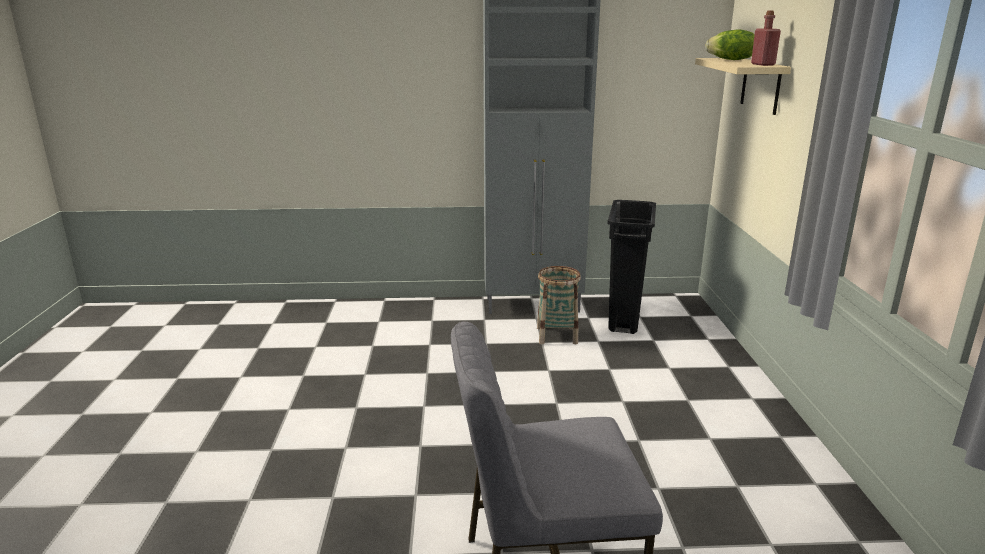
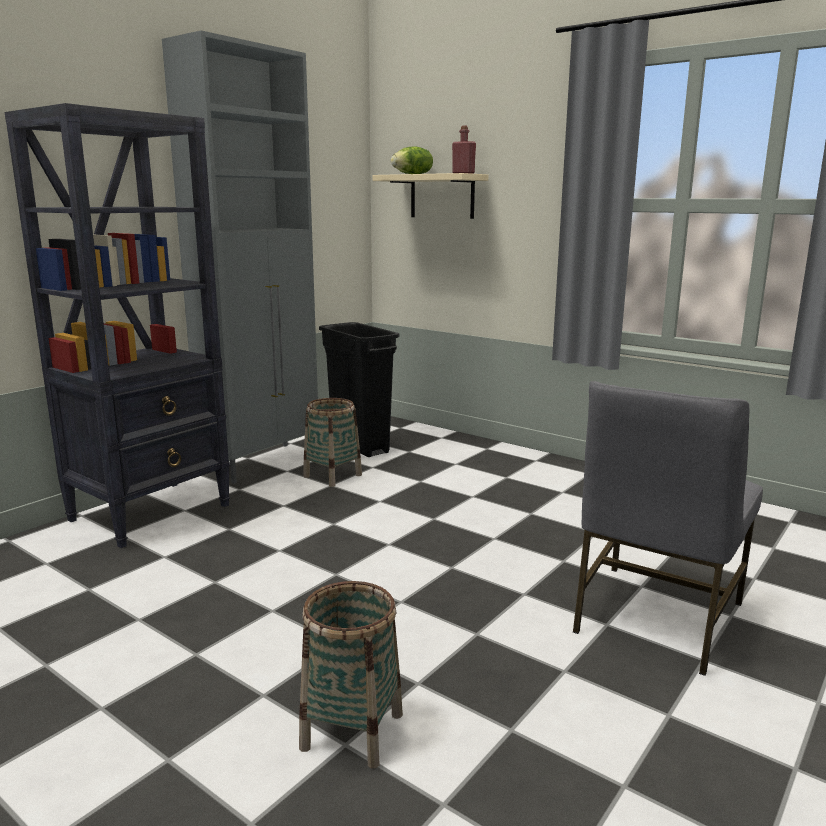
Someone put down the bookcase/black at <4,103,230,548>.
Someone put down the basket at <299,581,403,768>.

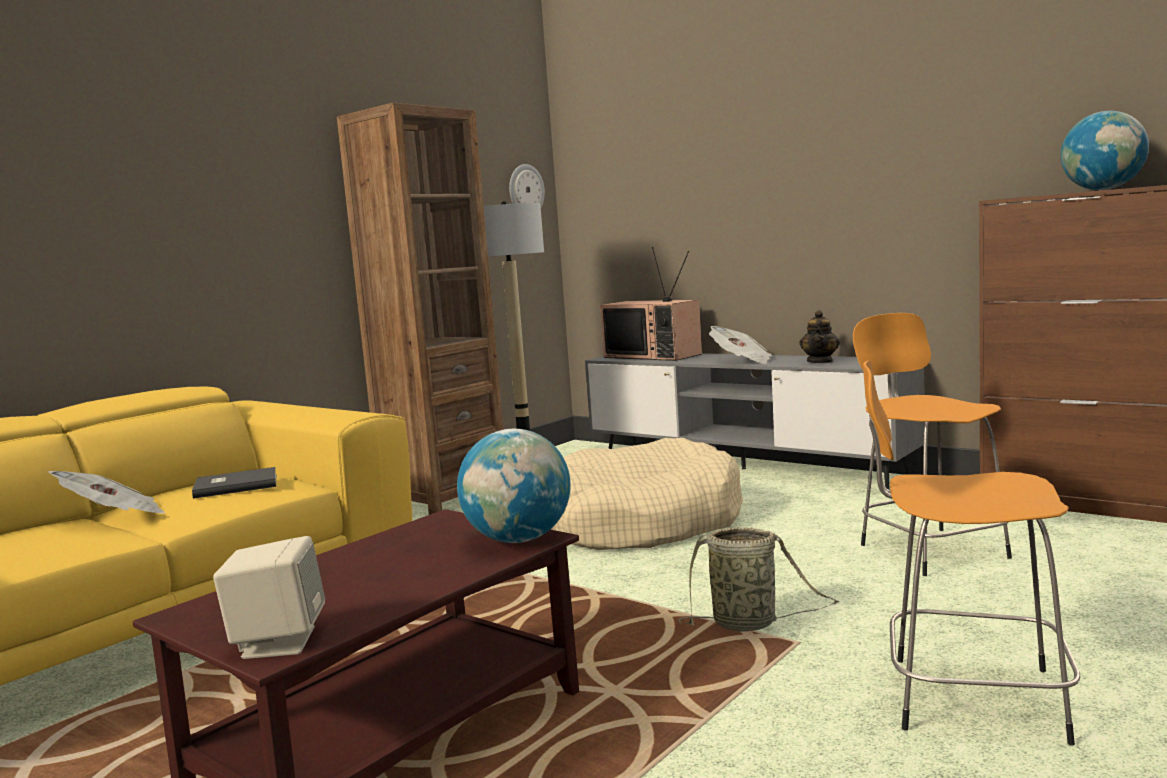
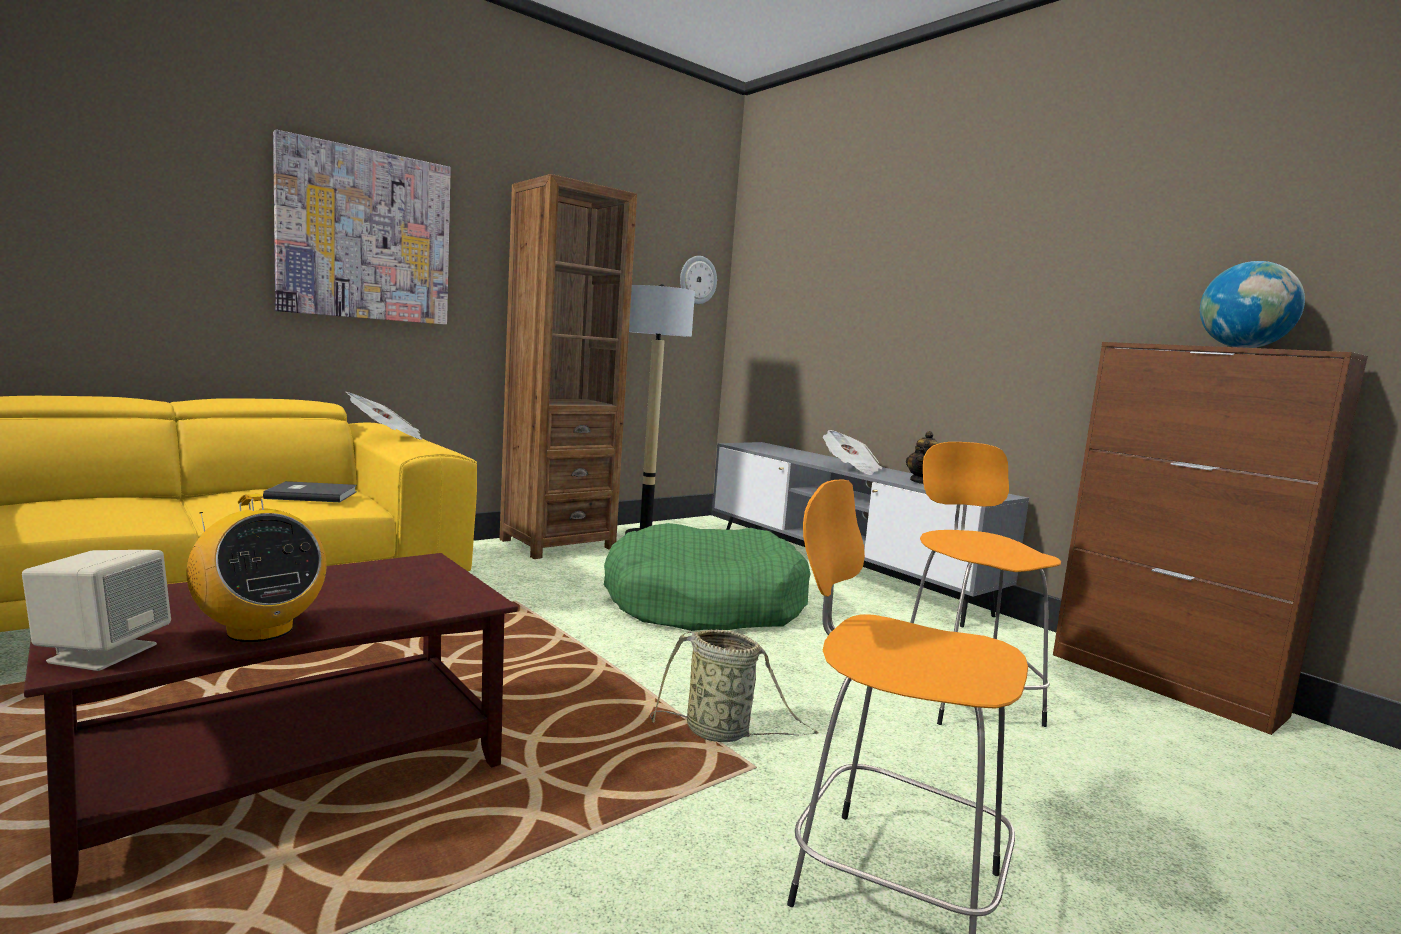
Someone carried the newspaper from <48,471,165,513> to <346,392,423,440>.
Someone took away the globe at <457,429,571,543>.
Someone repainted the dog bed/beige at <550,438,743,550>, which became the dog bed/green at <604,523,810,631>.
Someone took away the television at <600,247,702,361>.
Someone put down the radio at <187,494,327,642>.
Someone put up the picture at <273,129,451,325>.

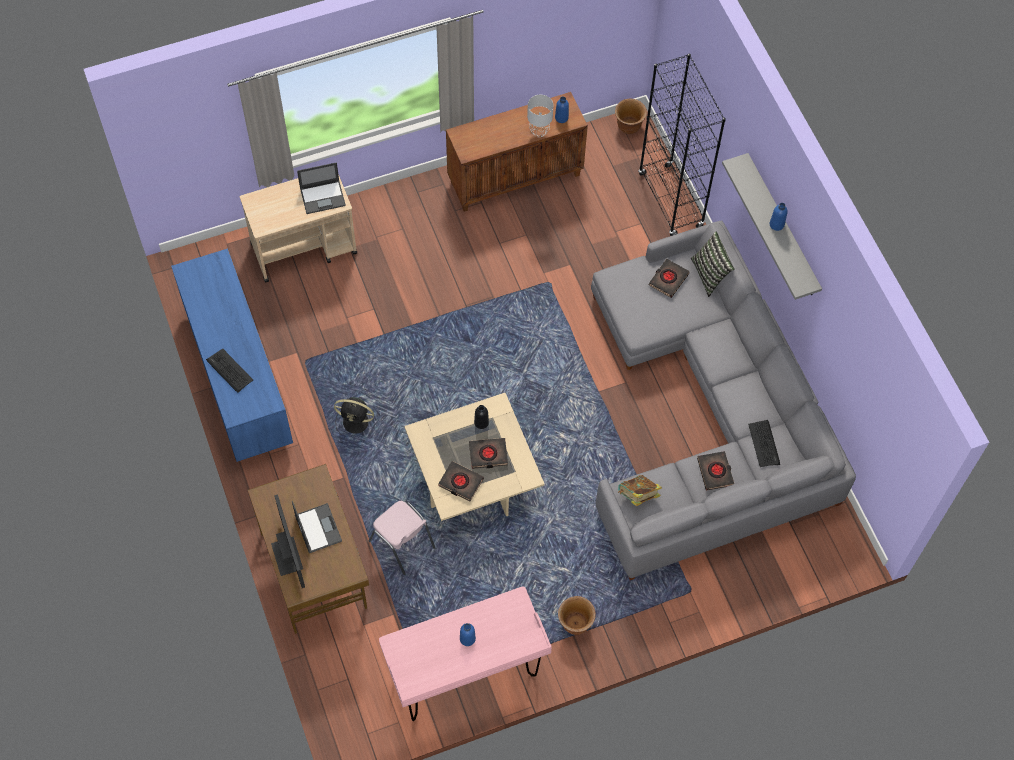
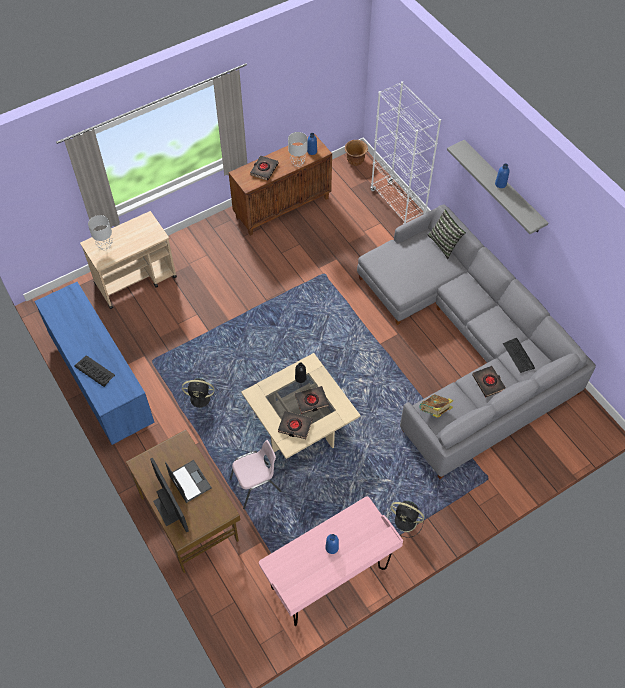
Someone took away the laptop at <297,162,346,214>.
Someone rotated the chair/pink at <369,501,435,575> by 60 degrees counterclockwise.
Someone swapped the planter/brown at <558,596,596,635> for the fan/black at <388,501,424,538>.
Someone repainted the bookcase/black at <638,53,726,236>, which became the bookcase/white at <370,81,441,224>.
Someone carried the book/black from <649,259,689,298> to <250,156,279,181>.
Someone put down the table lamp/grey at <88,215,112,250>.

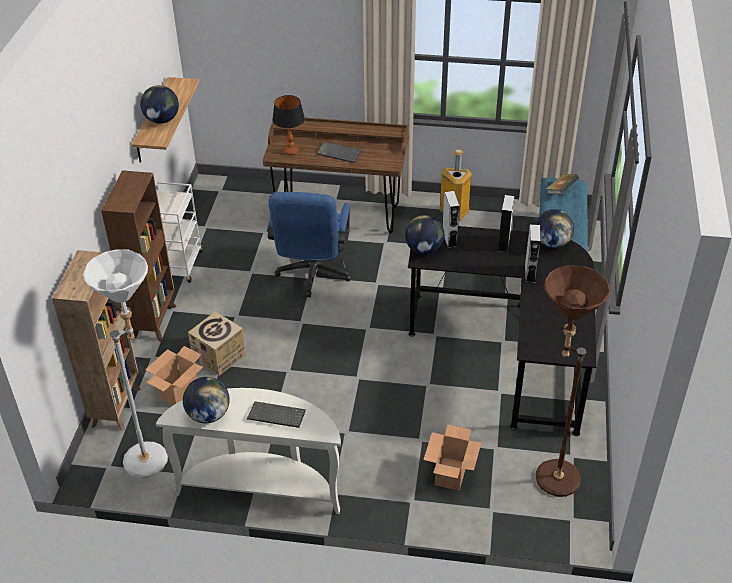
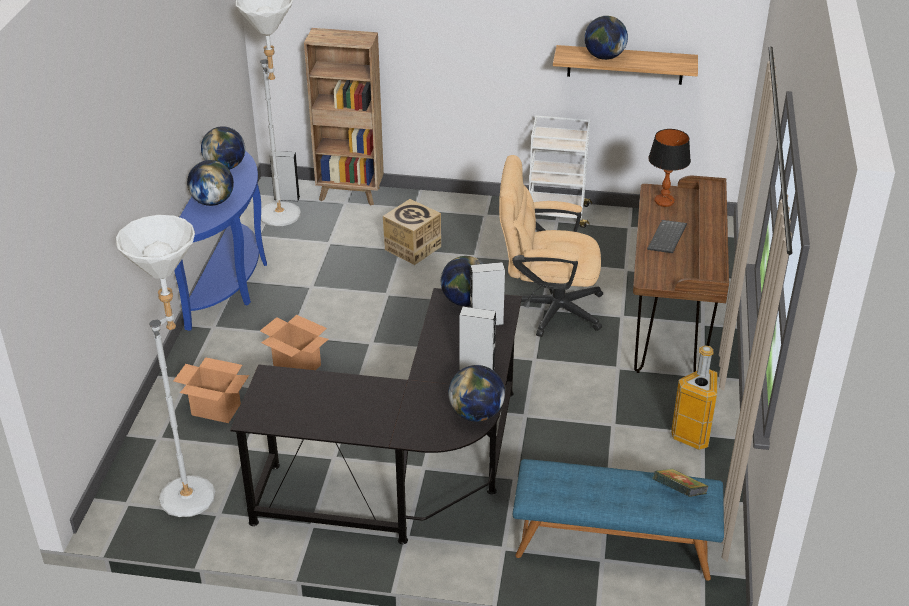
Someone took away the bookcase/brown at <101,170,177,342>.
Someone carried the cardboard box from <145,346,203,405> to <260,315,329,370>.
Someone repainted the console table/white at <156,388,341,514>, which became the console table/blue at <174,151,267,331>.
Someone swapped the keyboard at <247,401,306,428> for the globe at <187,160,234,206>.
Someone repainted the office chair/blue at <268,192,351,297>, which became the office chair/beige at <499,155,603,337>.
Someone carried the speaker/grey from <525,224,541,283> to <270,151,300,201>.
Someone repainted the floor lamp/brown at <535,265,610,497>, which became the floor lamp/white at <116,215,215,517>.

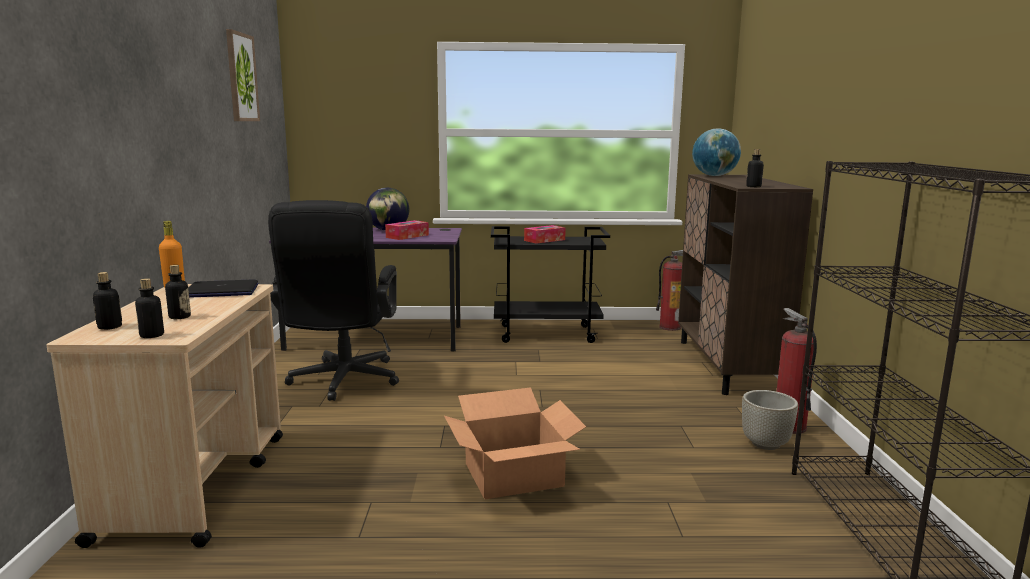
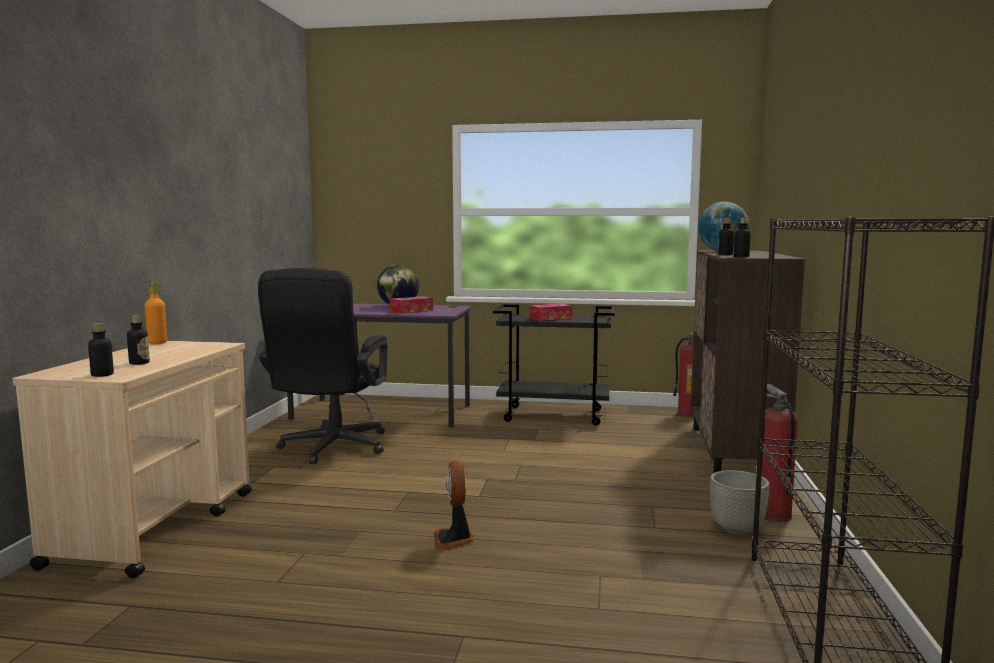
Someone carried the bottle from <93,272,122,330> to <718,218,734,255>.
Someone took away the laptop at <188,280,258,298>.
Someone took away the picture at <226,29,260,121>.
Someone swapped the cardboard box at <444,387,586,499> for the fan at <434,460,474,551>.

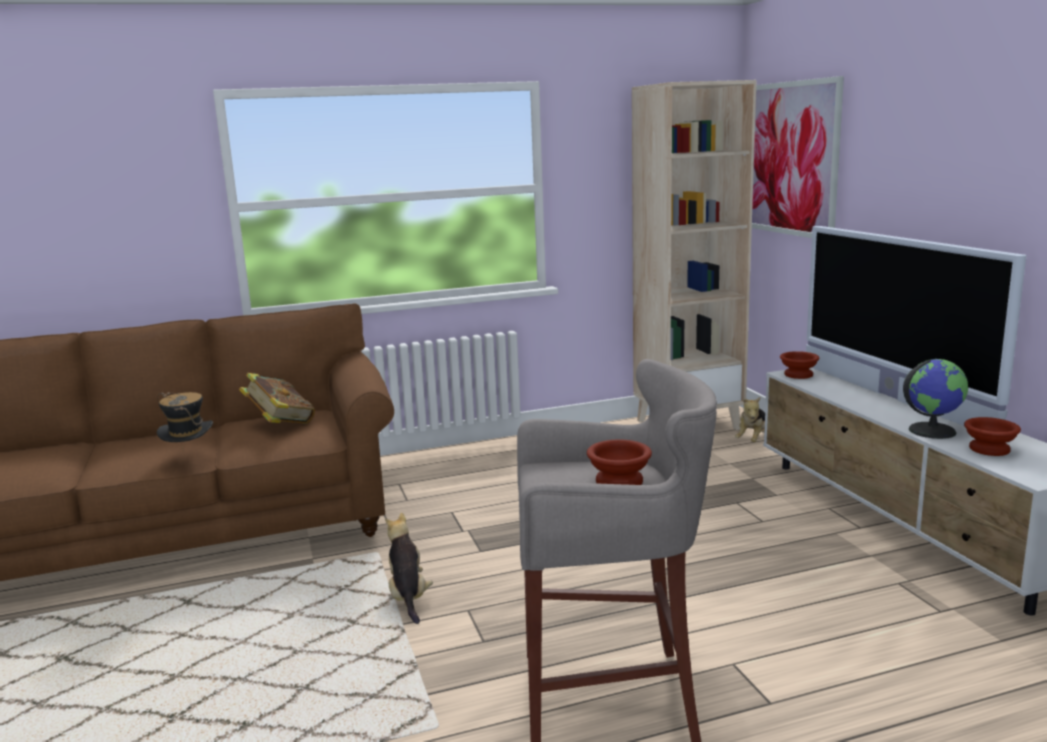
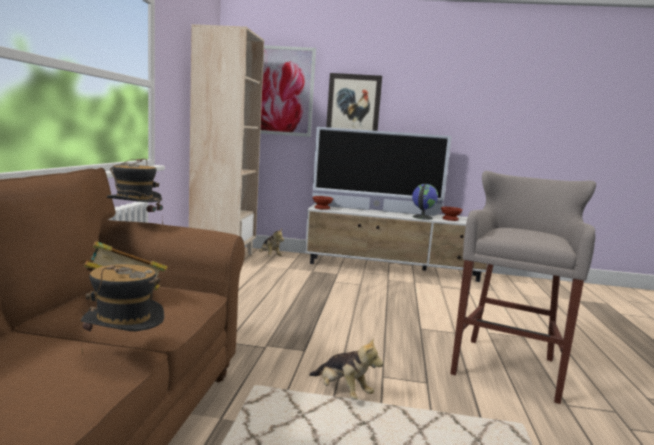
Someone rotated the plush toy at <385,512,433,624> by 150 degrees counterclockwise.
Someone took away the bowl/brown at <587,439,652,485>.
Someone put down the hat at <107,158,163,225>.
Someone put up the picture at <326,73,382,131>.

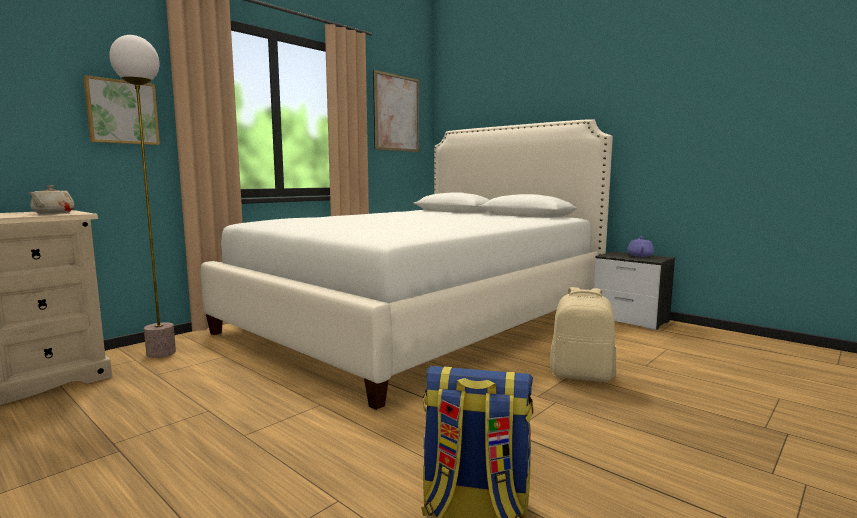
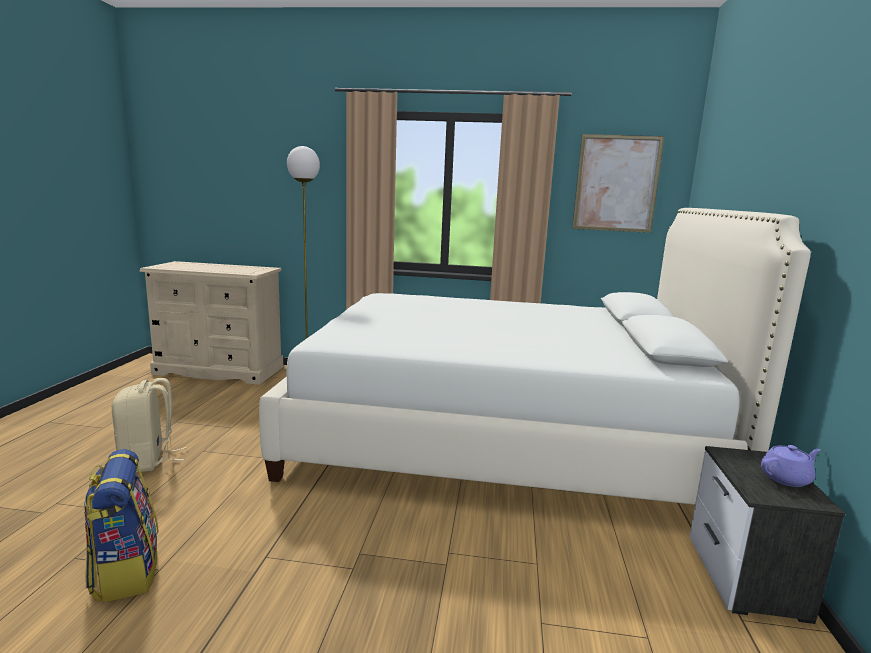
Someone took away the teapot/beige at <29,185,74,214>.
Someone took away the picture at <83,75,160,145>.
Someone carried the backpack/beige from <550,287,616,382> to <112,378,187,472>.

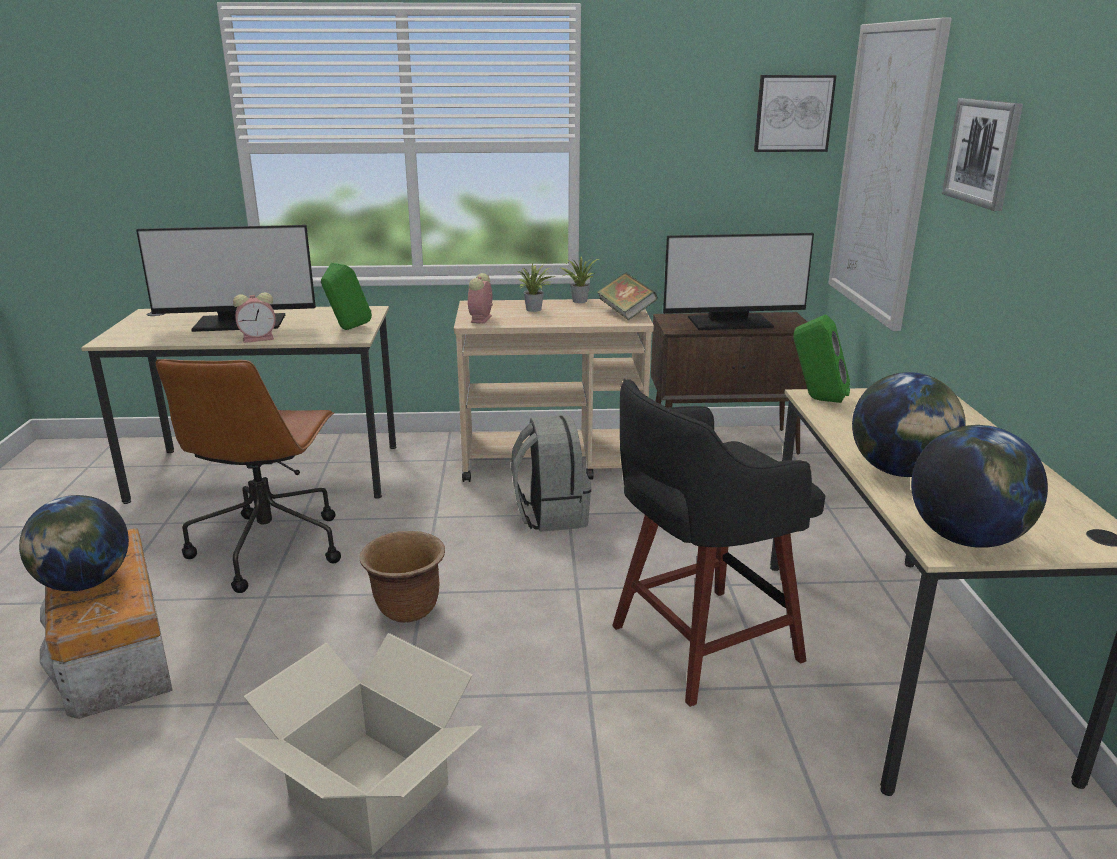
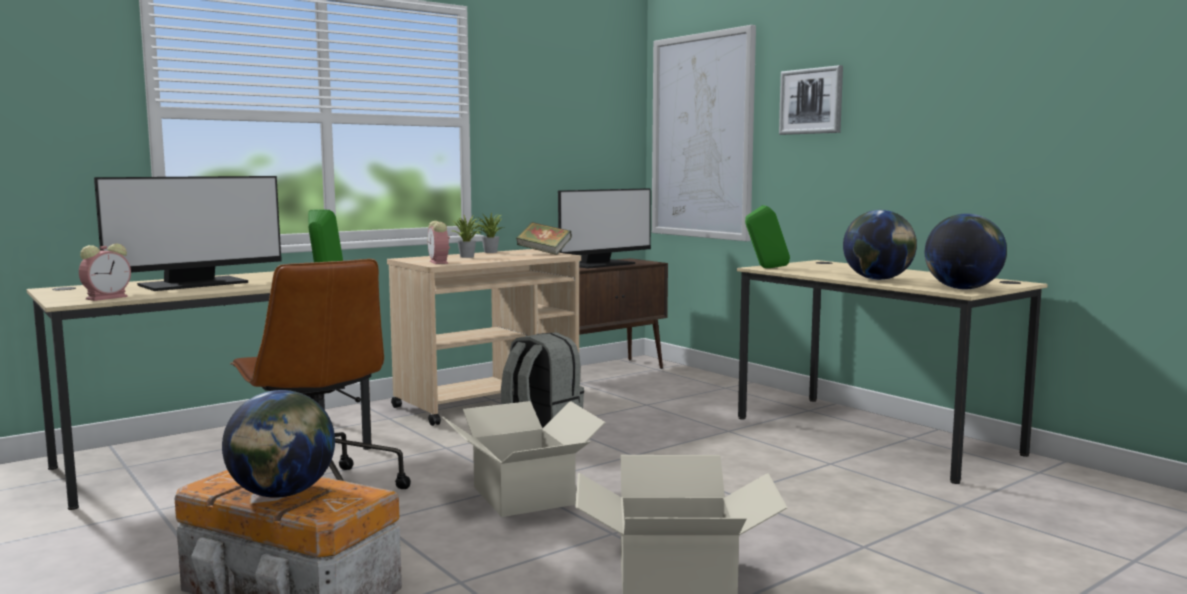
Someone carried the alarm clock from <233,292,276,343> to <79,243,131,301>.
Someone swapped the planter/brown at <360,531,445,623> for the cardboard box at <442,401,606,517>.
Someone took away the stool/black at <612,379,825,707>.
Someone took away the picture at <754,75,837,152>.

